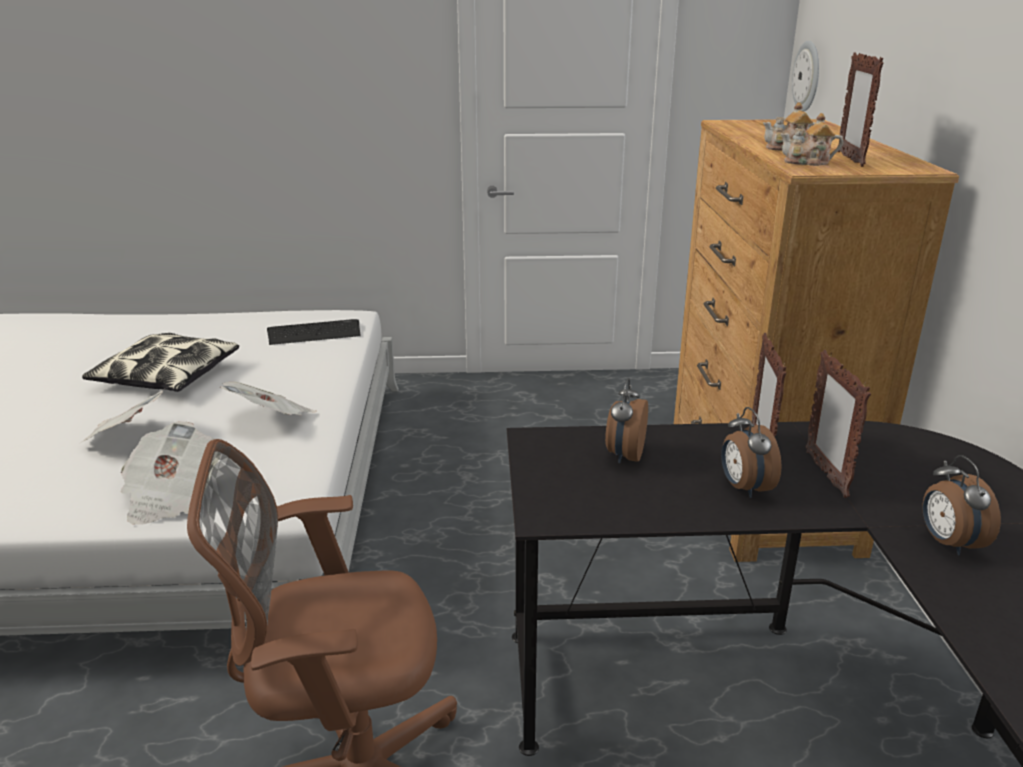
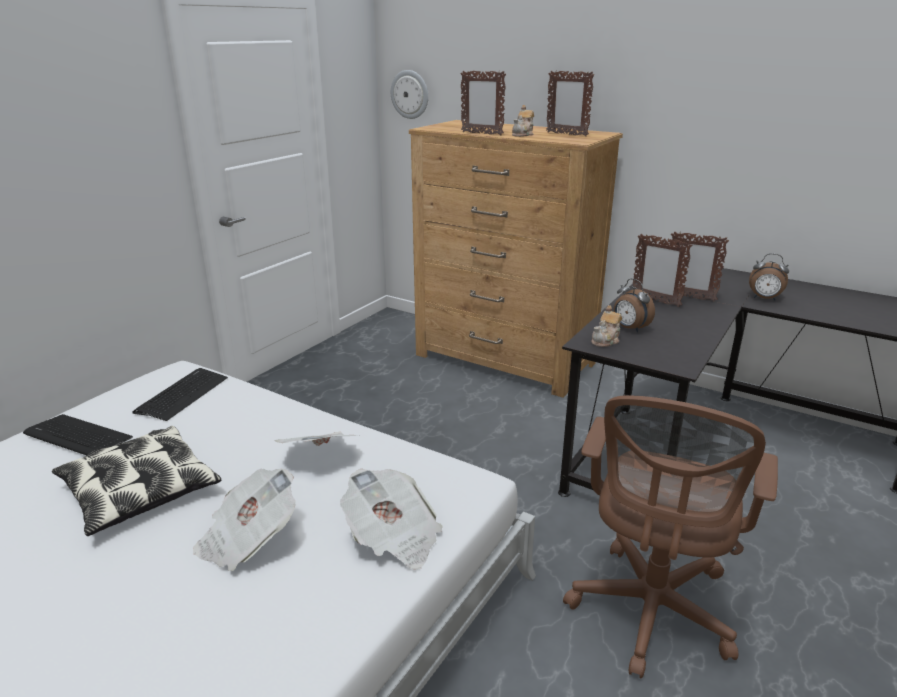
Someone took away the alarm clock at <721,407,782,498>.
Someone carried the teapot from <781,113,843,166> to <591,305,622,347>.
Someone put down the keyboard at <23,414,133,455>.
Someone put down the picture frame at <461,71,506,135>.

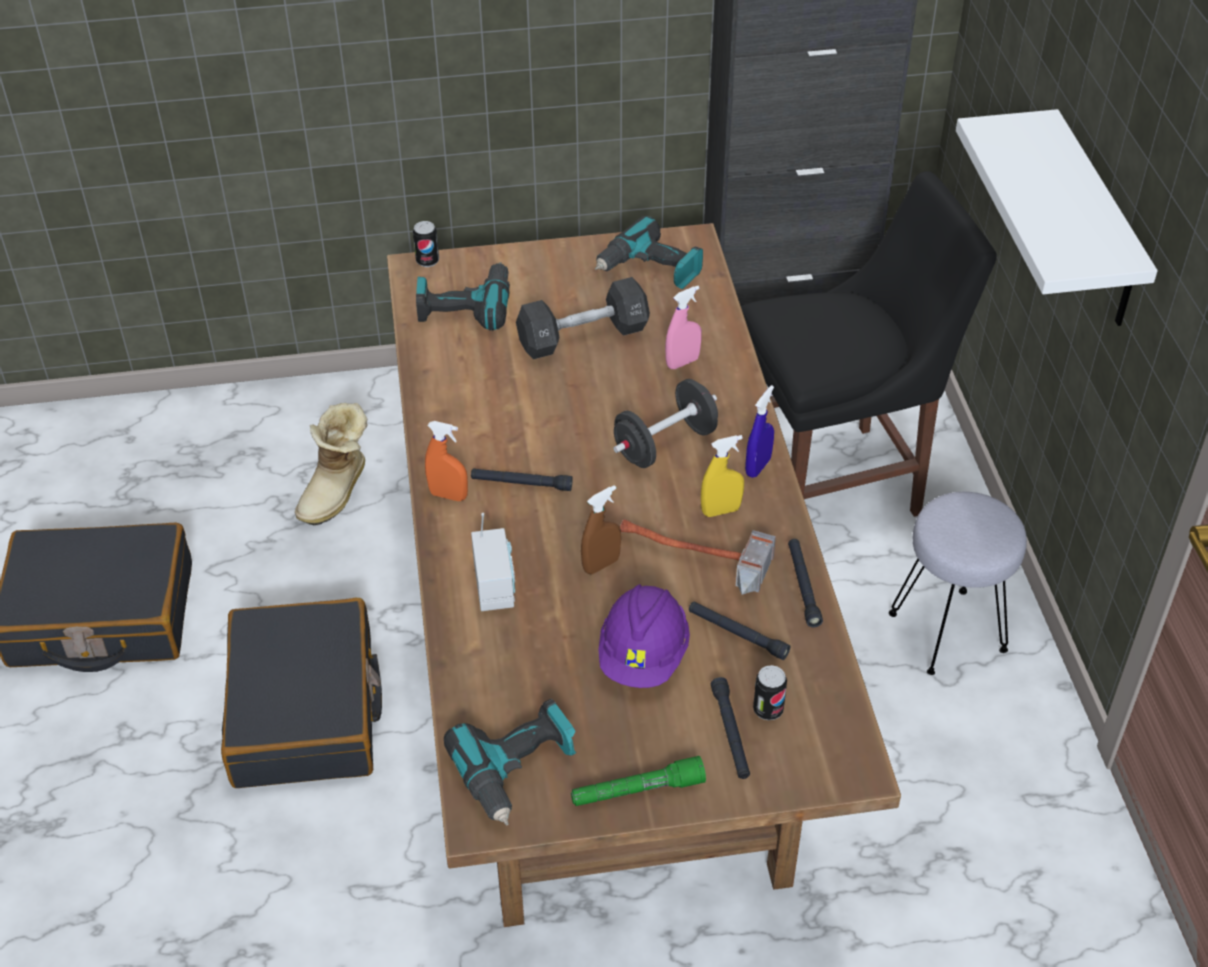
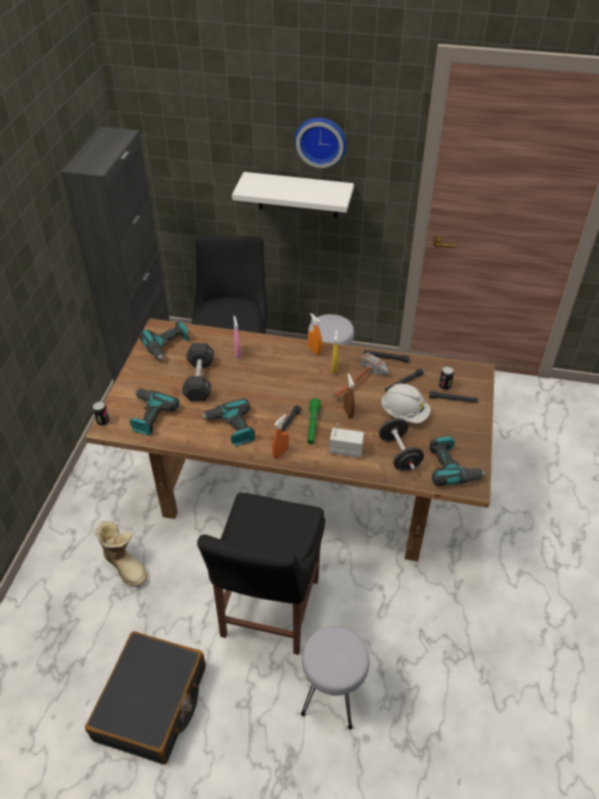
Someone swapped the suitcase/black at <221,598,382,788> for the chair/black at <197,493,325,655>.
Someone carried the flashlight/green from <571,756,706,806> to <307,398,321,444>.
Someone repainted the hard hat/purple at <598,584,690,688>, which became the hard hat/white at <381,383,430,423>.
Someone carried the dumbbell/black from <613,379,718,468> to <379,418,424,471>.
Someone repainted the spray bottle/blue at <745,385,774,478>, which became the spray bottle/orange at <308,313,322,355>.
Someone put down the power drill at <200,398,255,446>.
Someone put up the wall clock at <294,118,346,168>.
Someone put down the stool/grey at <301,626,370,730>.

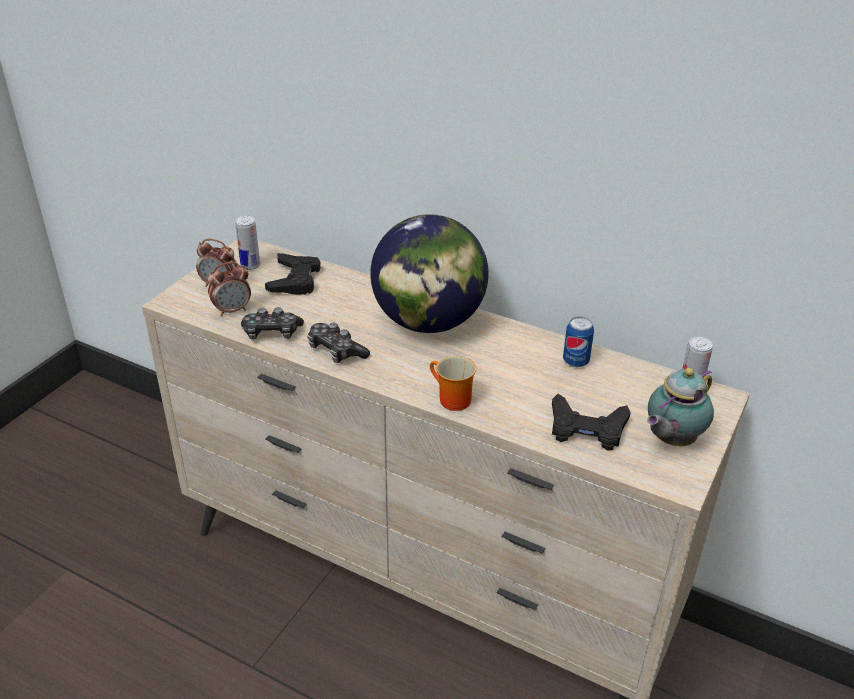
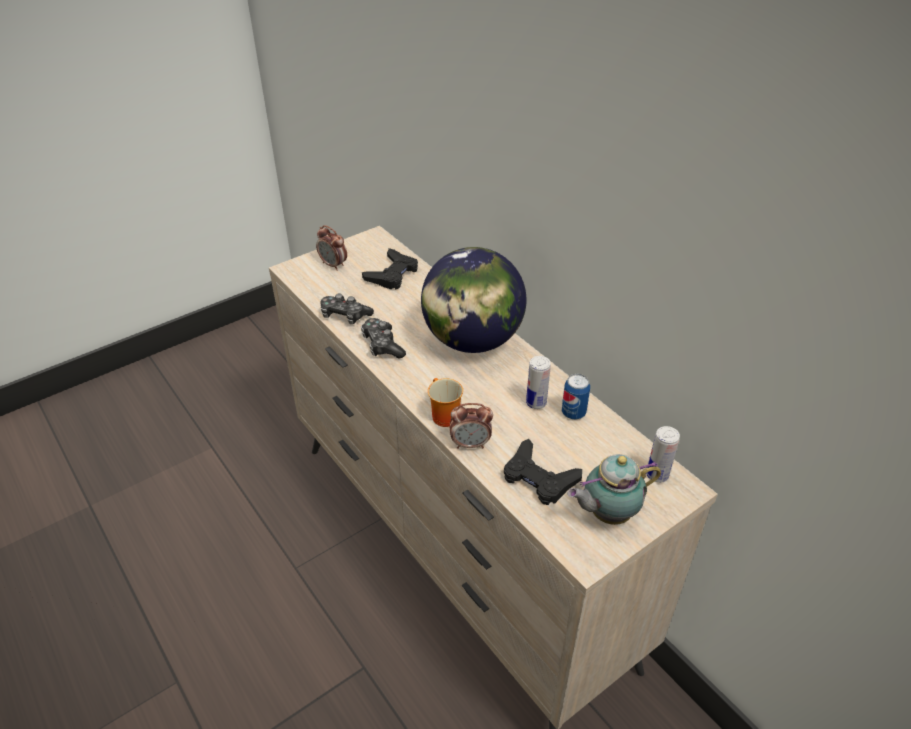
Someone carried the alarm clock from <208,262,251,316> to <450,403,493,449>.
Someone carried the can from <235,216,260,270> to <526,356,551,409>.

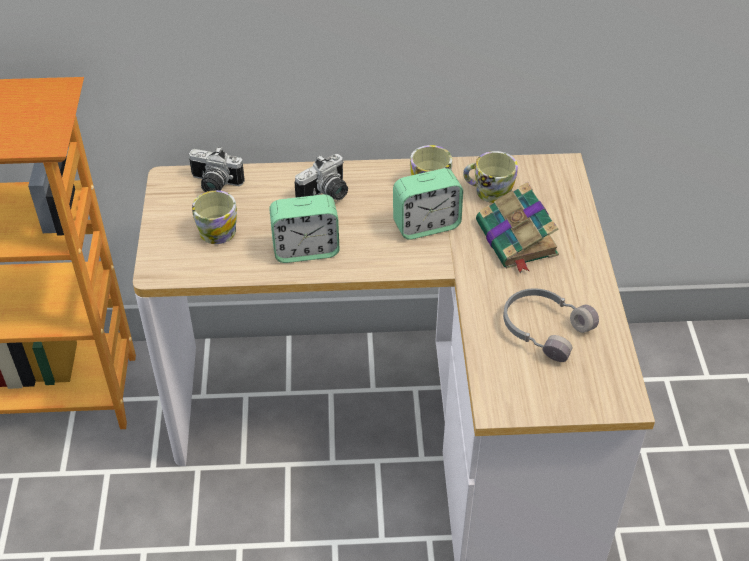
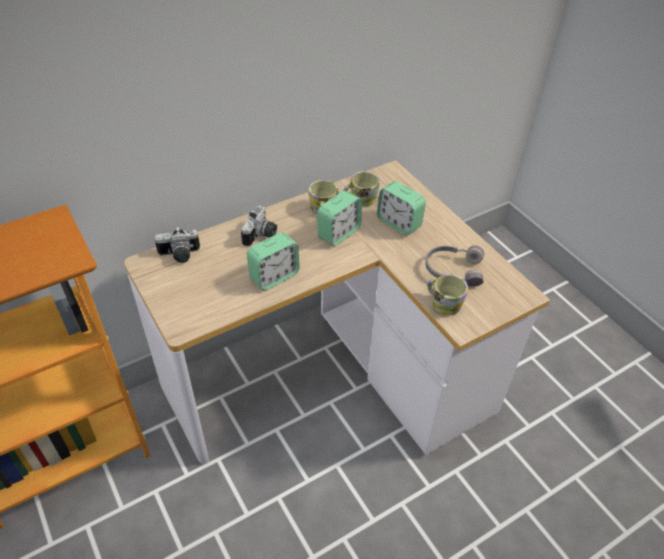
Someone carried the mug from <192,190,237,244> to <427,274,468,315>.
Someone swapped the book at <476,182,559,274> for the alarm clock at <377,181,426,235>.

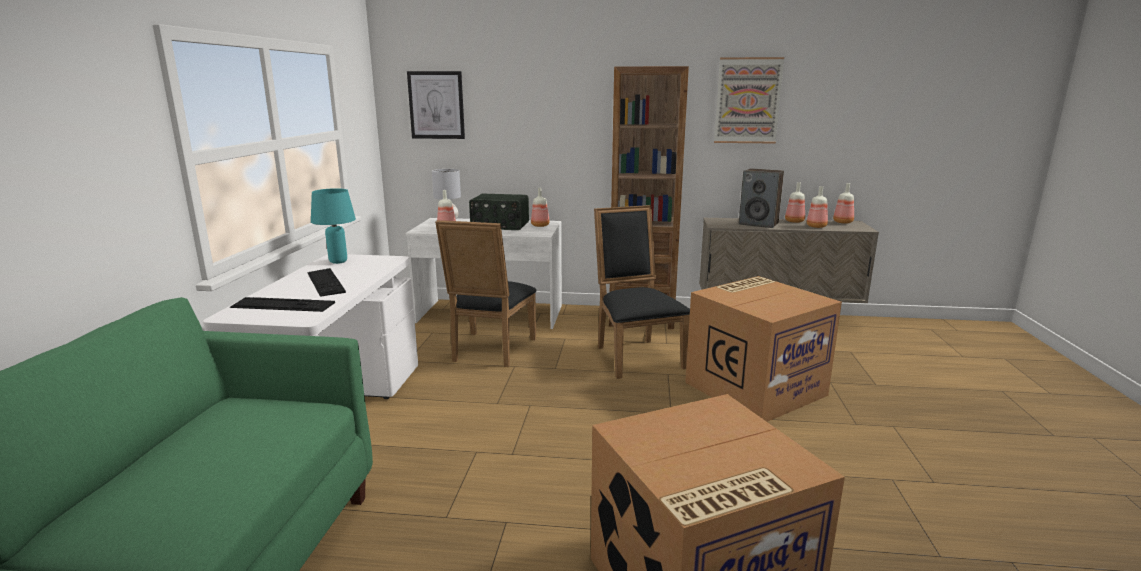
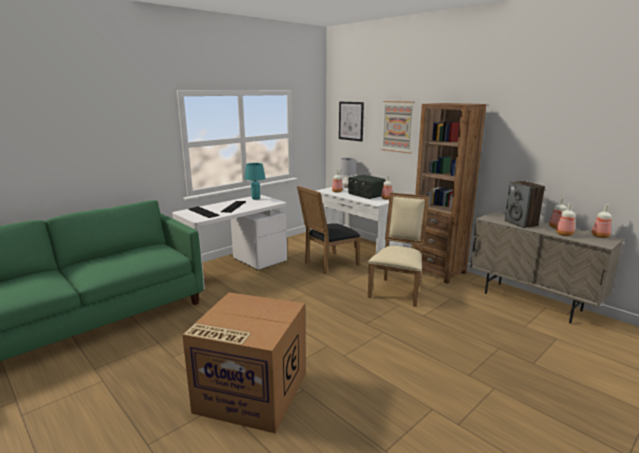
Someone repainted the chair/black at <594,205,690,379>, which became the chair/beige at <368,193,429,307>.
Someone took away the cardboard box at <685,276,842,422>.
Someone carried the picture from <714,57,784,144> to <381,101,415,154>.

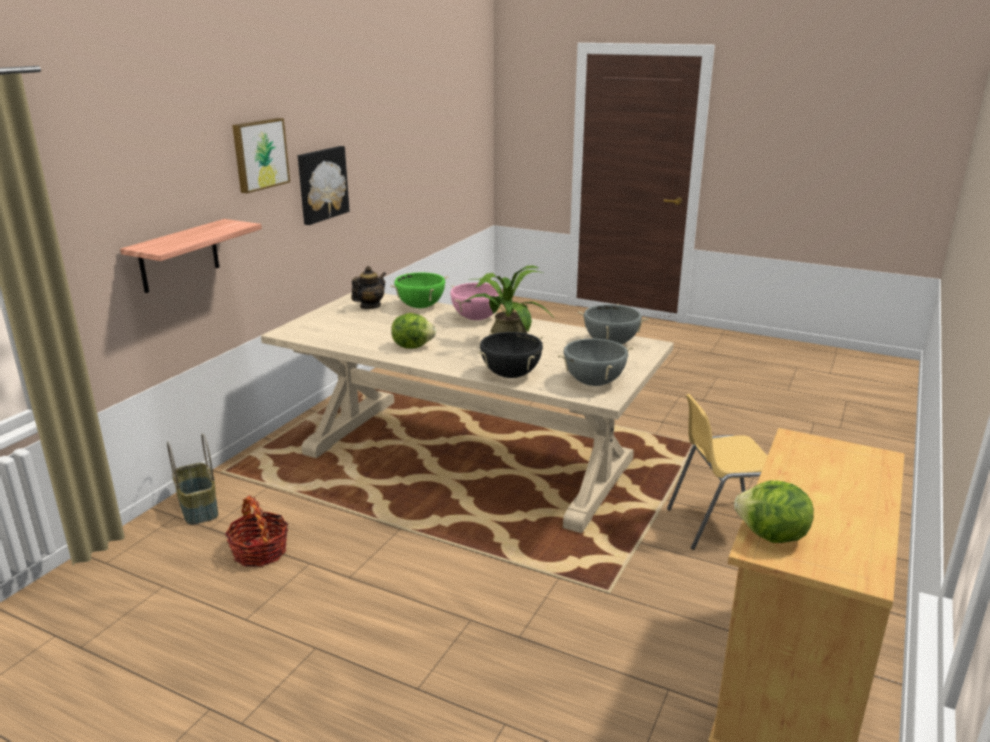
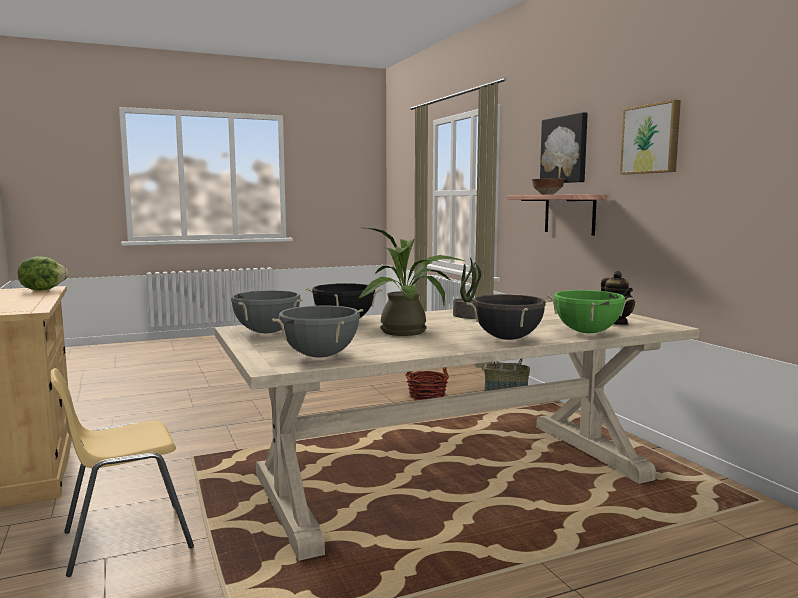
Someone carried the picture from <298,146,350,225> to <540,112,588,183>.
Someone swapped the lettuce at <391,313,436,349> for the potted plant at <453,257,481,319>.
Someone repainted the cooking pot/pink at <450,283,503,320>, which became the cooking pot/black at <466,294,550,340>.
Someone rotated the chair/yellow at <667,394,767,550> by 150 degrees counterclockwise.
Someone put down the bowl at <532,178,565,195>.

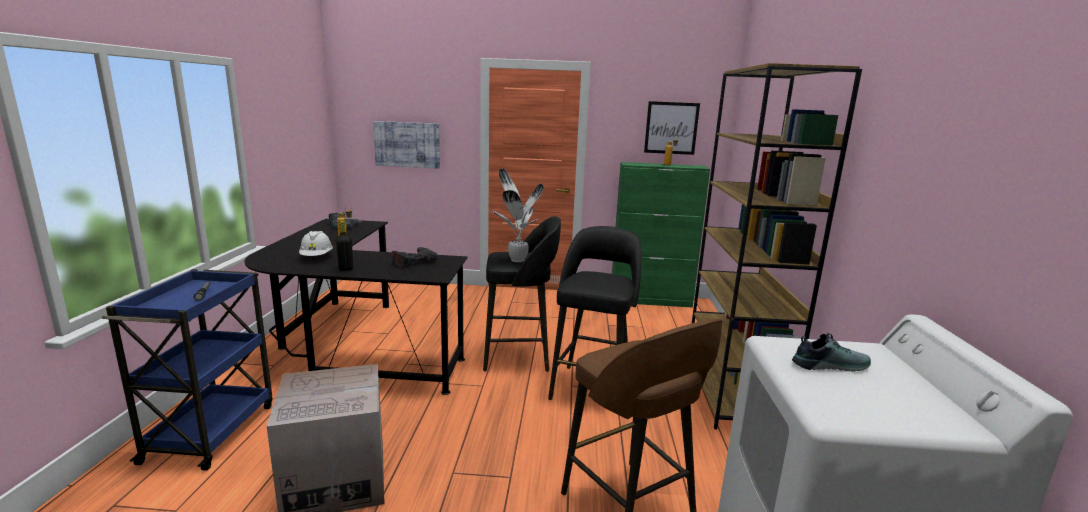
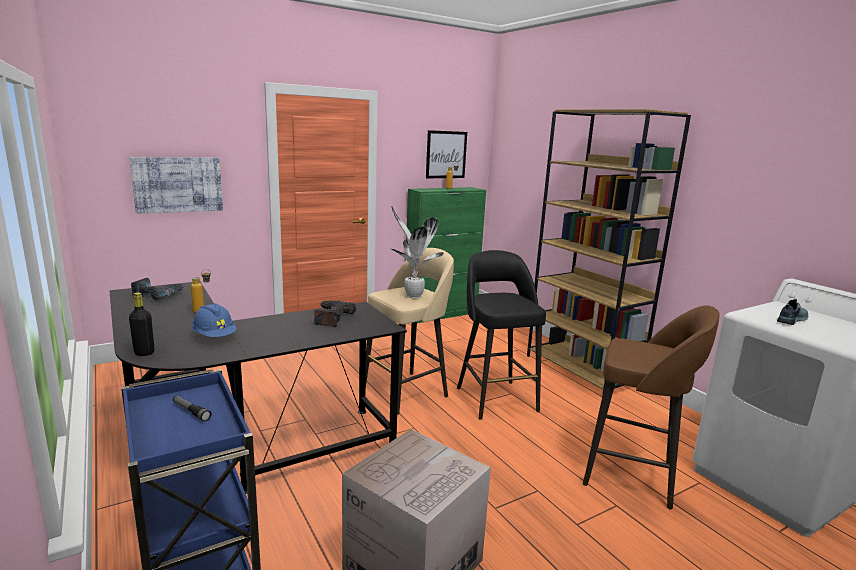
Someone repainted the hard hat/white at <299,231,333,256>, which became the hard hat/blue at <192,303,237,337>.
Someone carried the bottle/black from <336,221,353,271> to <129,292,155,356>.
Someone repainted the stool/black at <483,216,561,372>, which became the stool/beige at <365,248,454,415>.

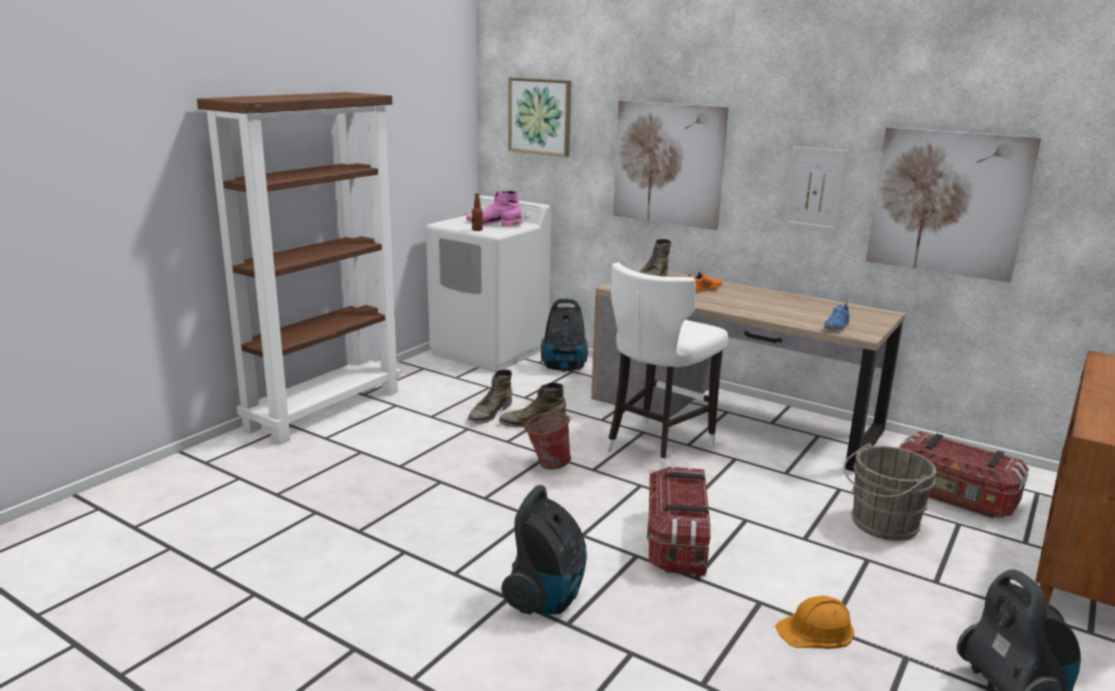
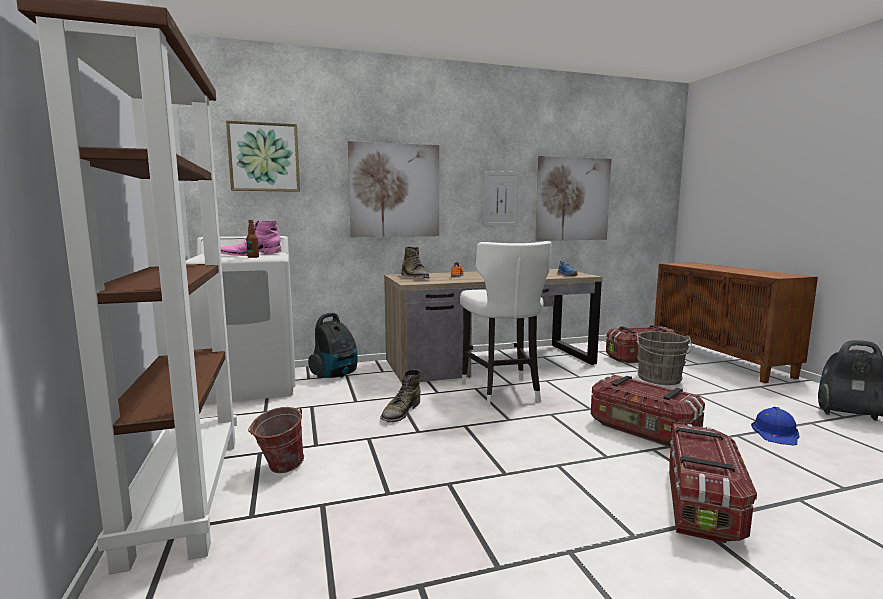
Someone took away the boot/green at <468,369,512,424>.
Someone swapped the vacuum cleaner at <501,485,587,615> for the storage box at <669,423,757,543>.
Someone carried the bucket from <523,411,571,470> to <248,407,304,473>.
Someone repainted the hard hat/orange at <775,595,854,649>, which became the hard hat/blue at <751,407,799,445>.

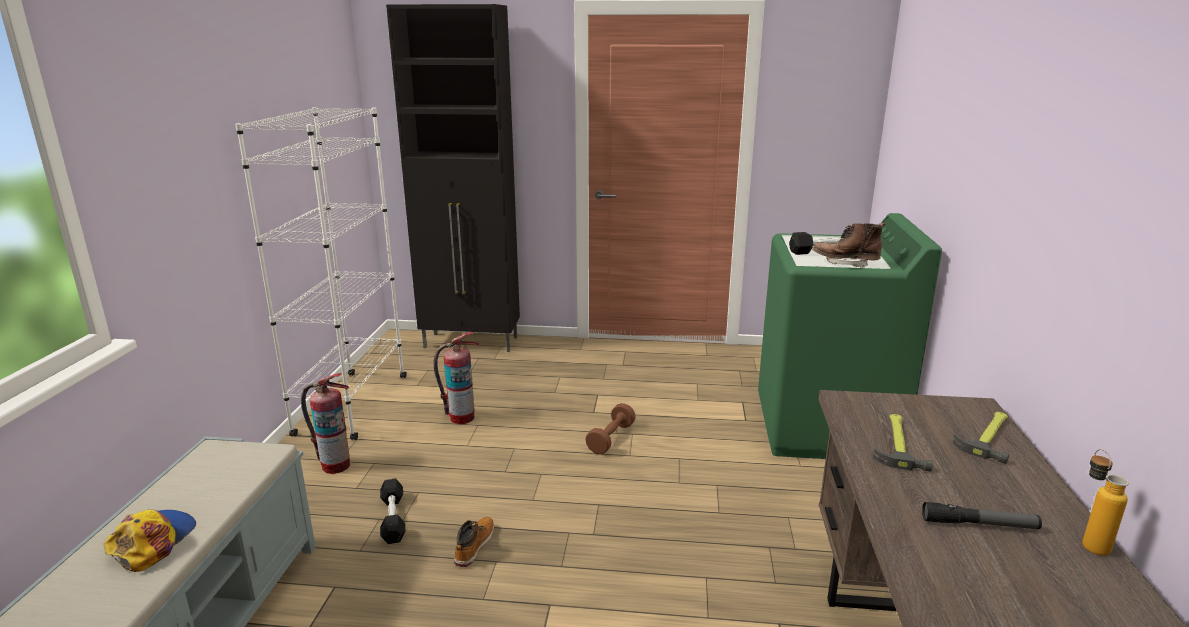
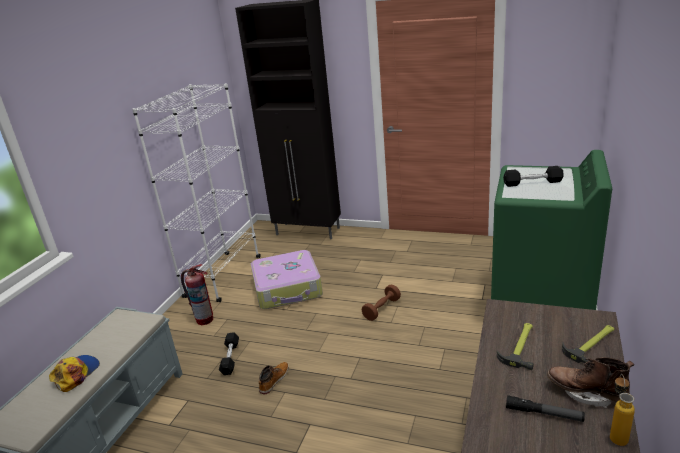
Someone swapped the fire extinguisher at <433,332,479,424> for the suitcase at <250,250,323,309>.
Someone carried the boot/brown from <812,222,886,268> to <547,357,634,408>.

